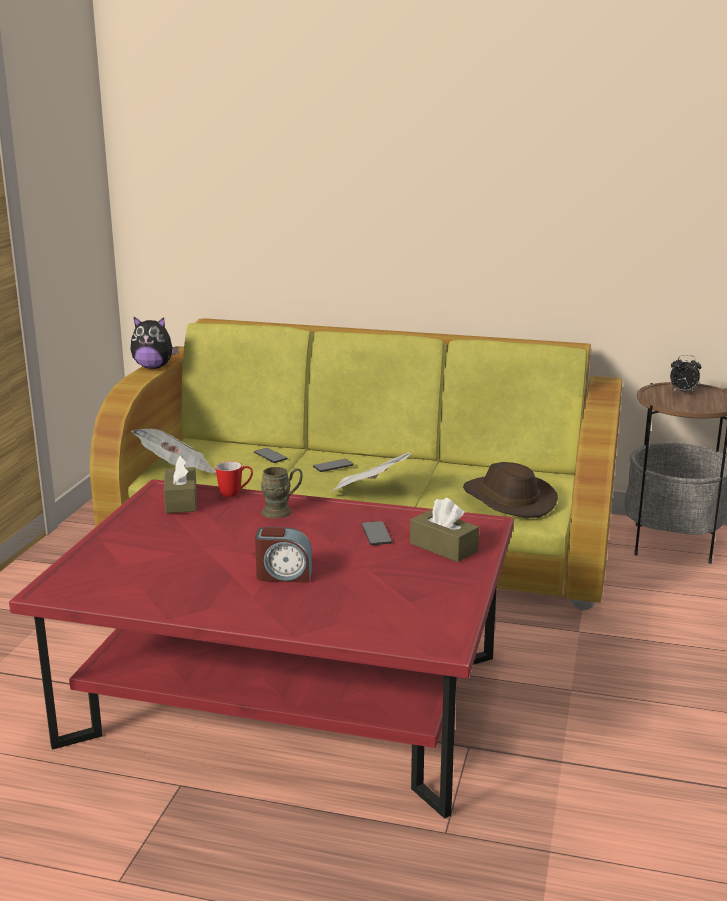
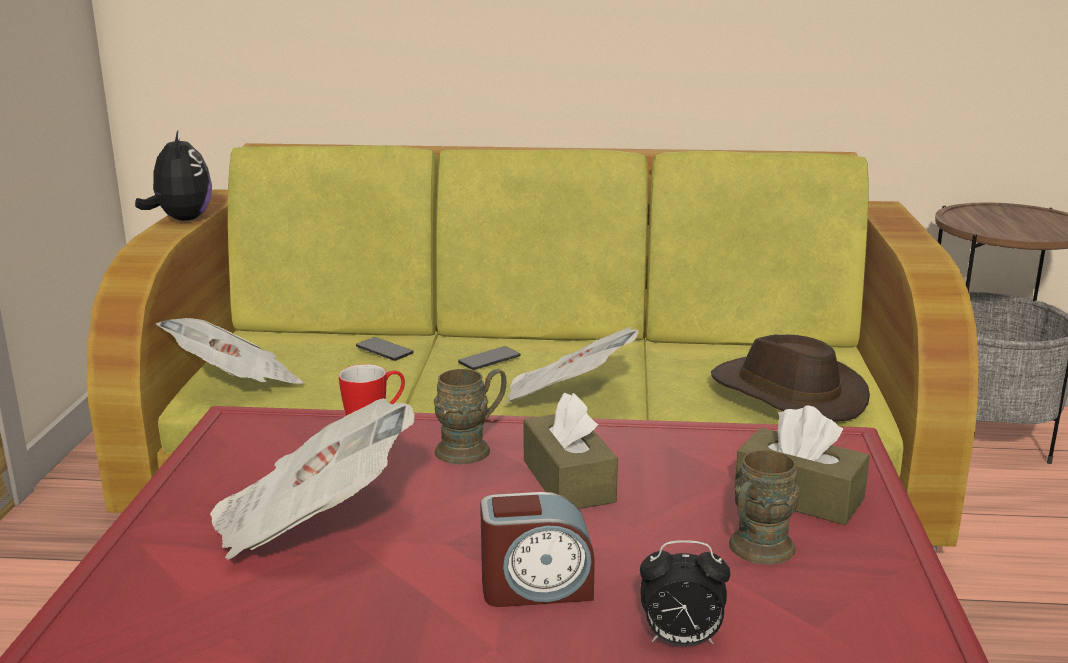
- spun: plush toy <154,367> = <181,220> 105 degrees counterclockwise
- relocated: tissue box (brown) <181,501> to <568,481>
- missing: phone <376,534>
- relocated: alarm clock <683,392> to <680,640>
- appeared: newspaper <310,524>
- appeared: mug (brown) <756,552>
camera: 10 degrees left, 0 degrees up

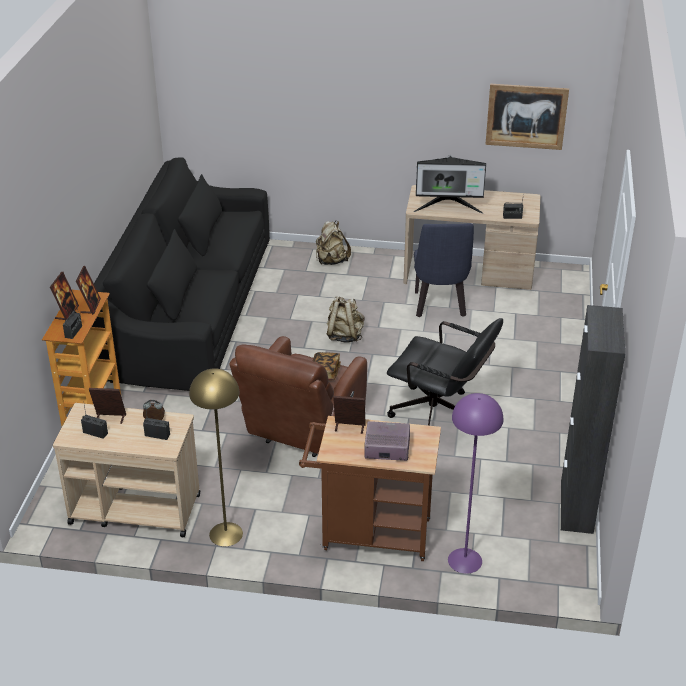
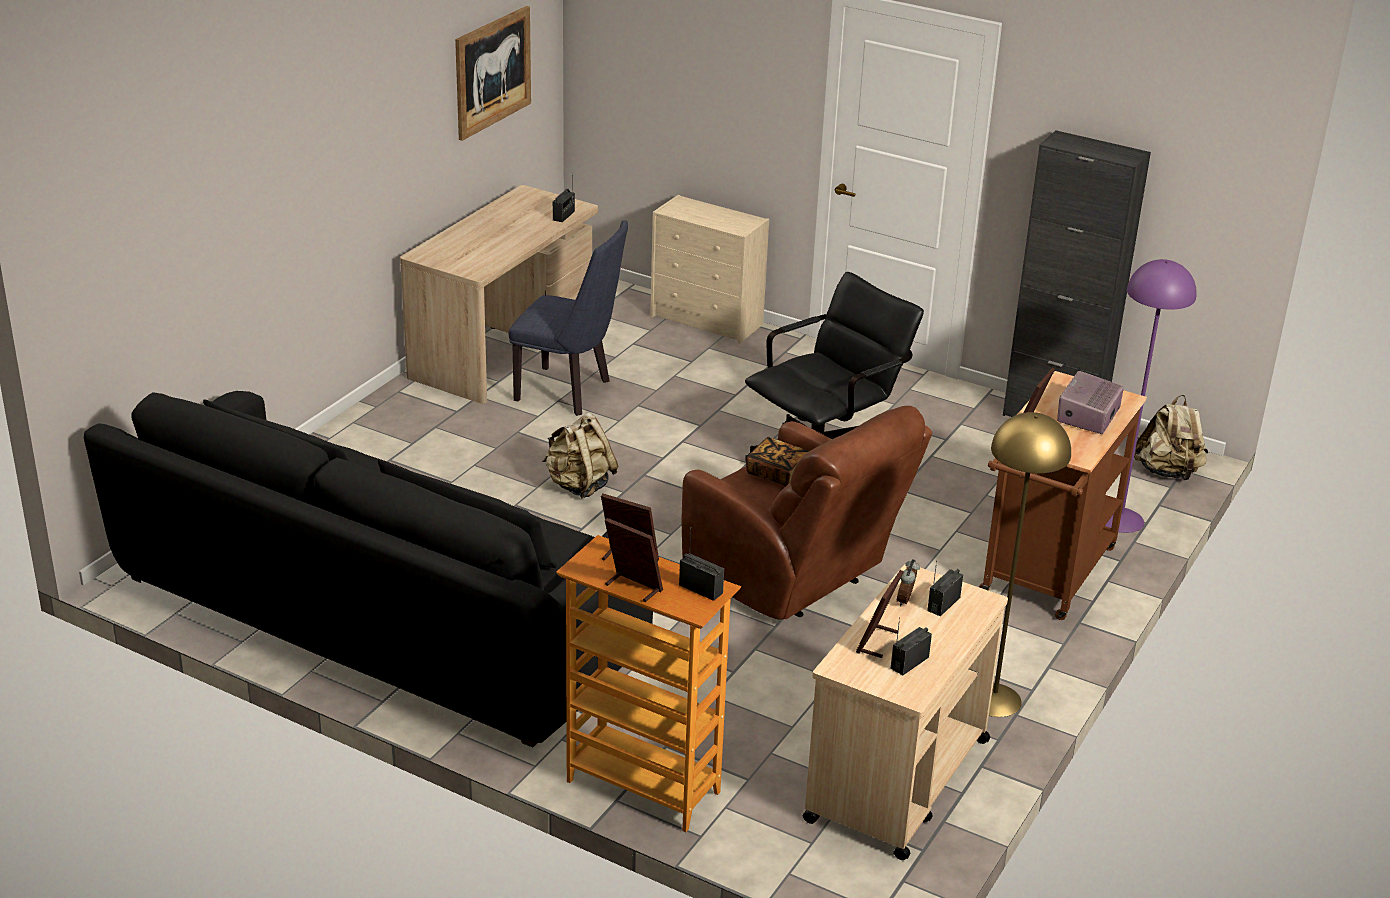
- relocated: backpack (beige) <331,261> to <1168,472>
- missing: monitor <448,207>
- appeared: dresser (beige) <708,321>
camera: 70 degrees left, 5 degrees down

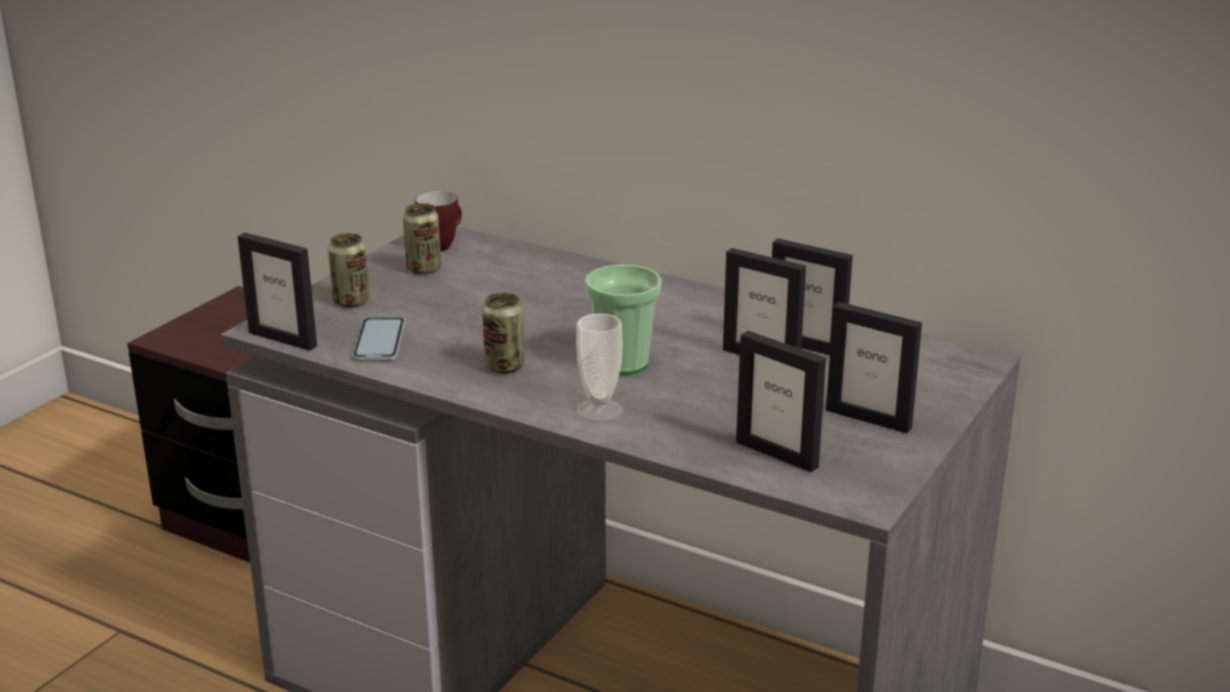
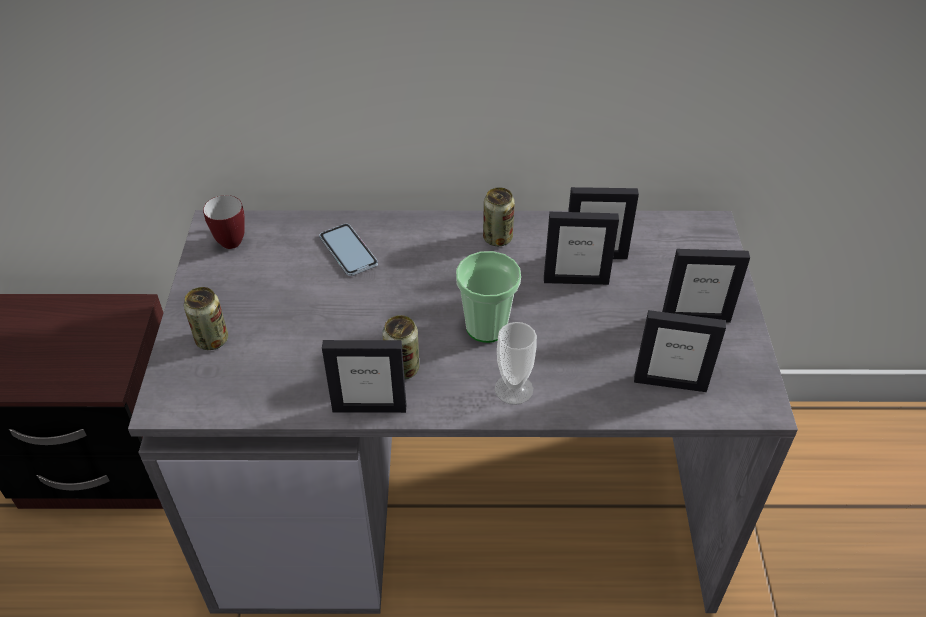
- relocated: picture frame <283,339> to <369,407>
- relocated: phone <379,341> to <348,250>
- relocated: can <423,269> to <497,238>
camera: 30 degrees left, 20 degrees up

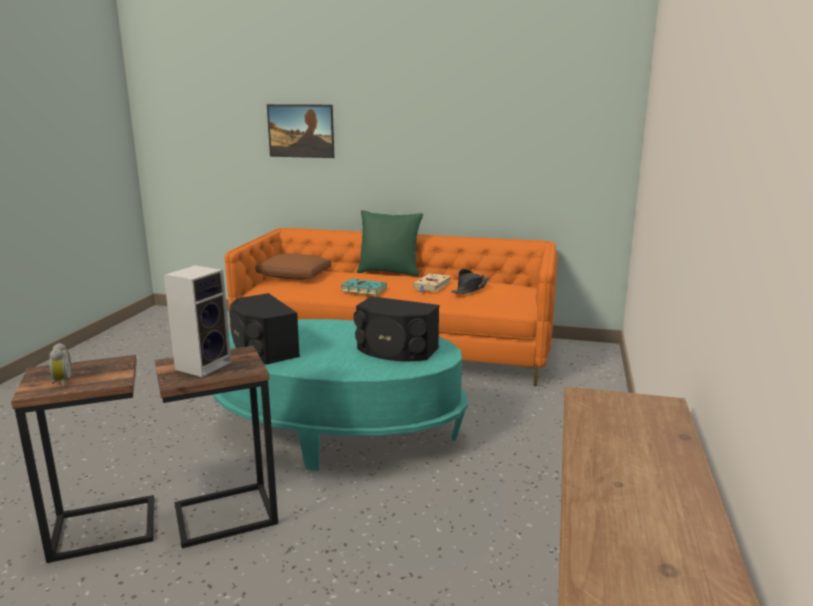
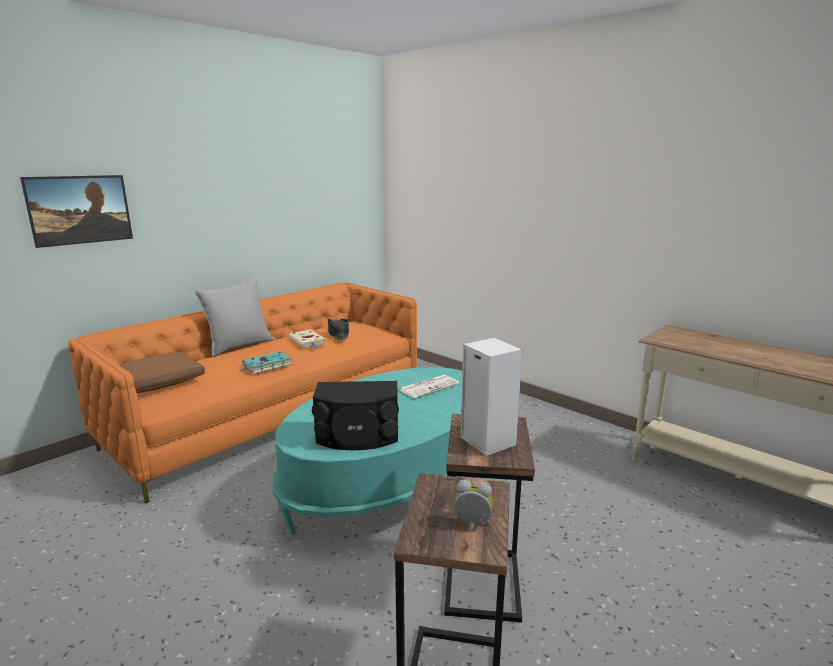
- exchanged: speaker (black) <395,350> to newspaper <429,387>
- colour: pillow (green) <389,272> to pillow (grey) <239,346>
camera: 60 degrees left, 0 degrees up

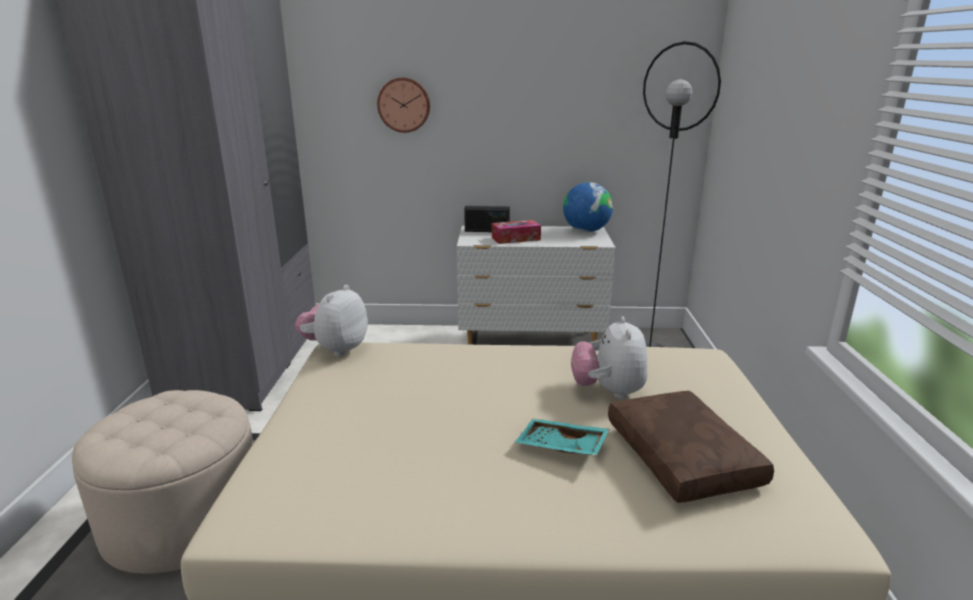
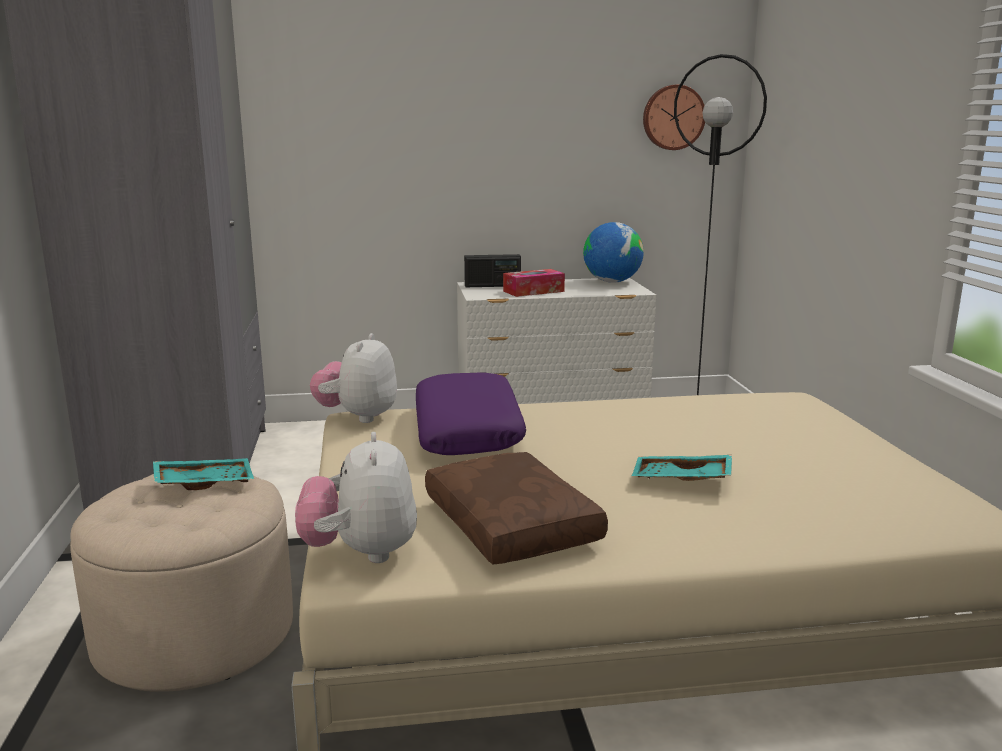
- relocated: wall clock <404,105> to <673,117>
- relocated: plush toy <608,391> to <361,553>
- relocated: pillow (brown) <684,457> to <514,525>
- appeared: tray (turquoise) <204,482>
- appeared: pillow (purple) <468,431>
camera: 10 degrees left, 5 degrees down

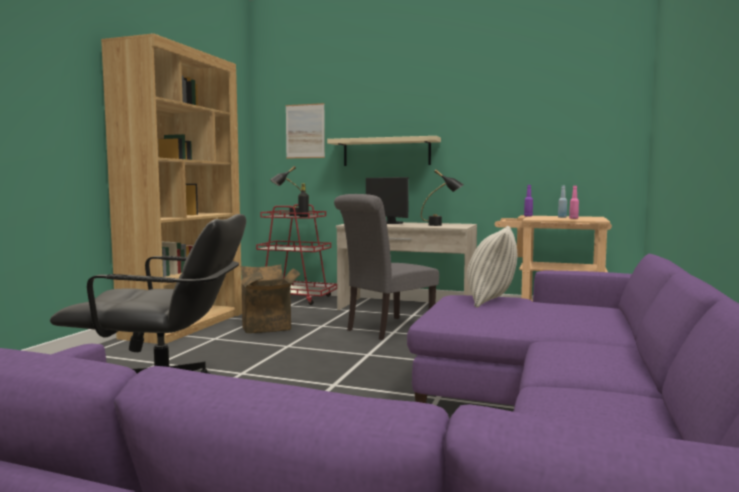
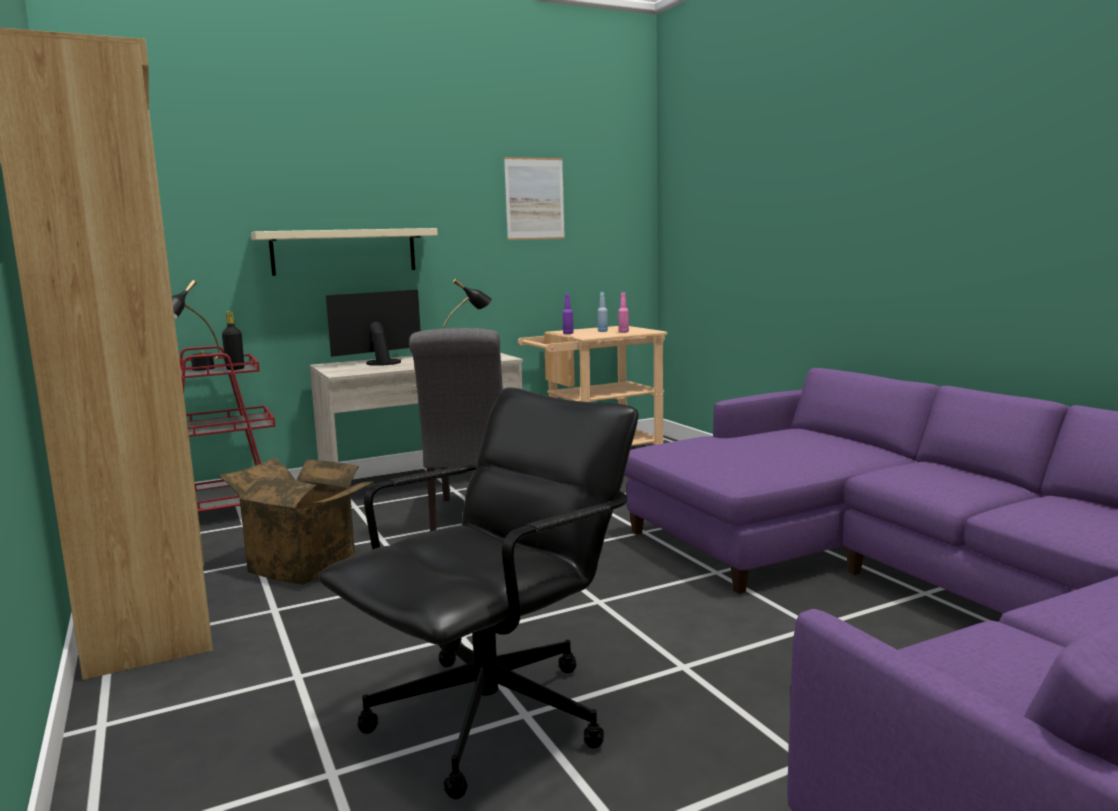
- relocated: picture <305,131> to <534,199>
- spun: monitor <390,223> = <381,362> 135 degrees clockwise
- missing: pillow <490,300>
camera: 45 degrees left, 5 degrees up

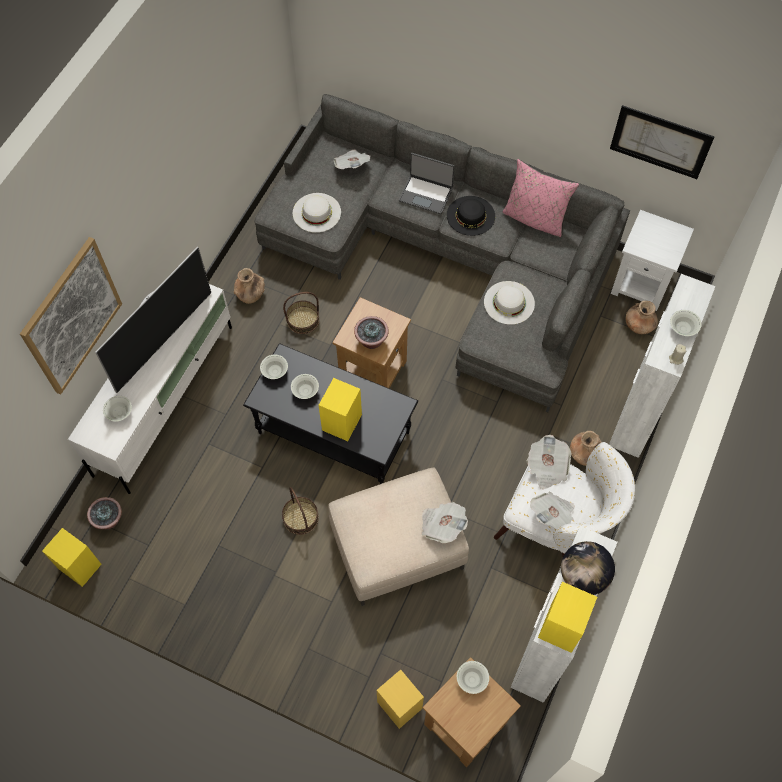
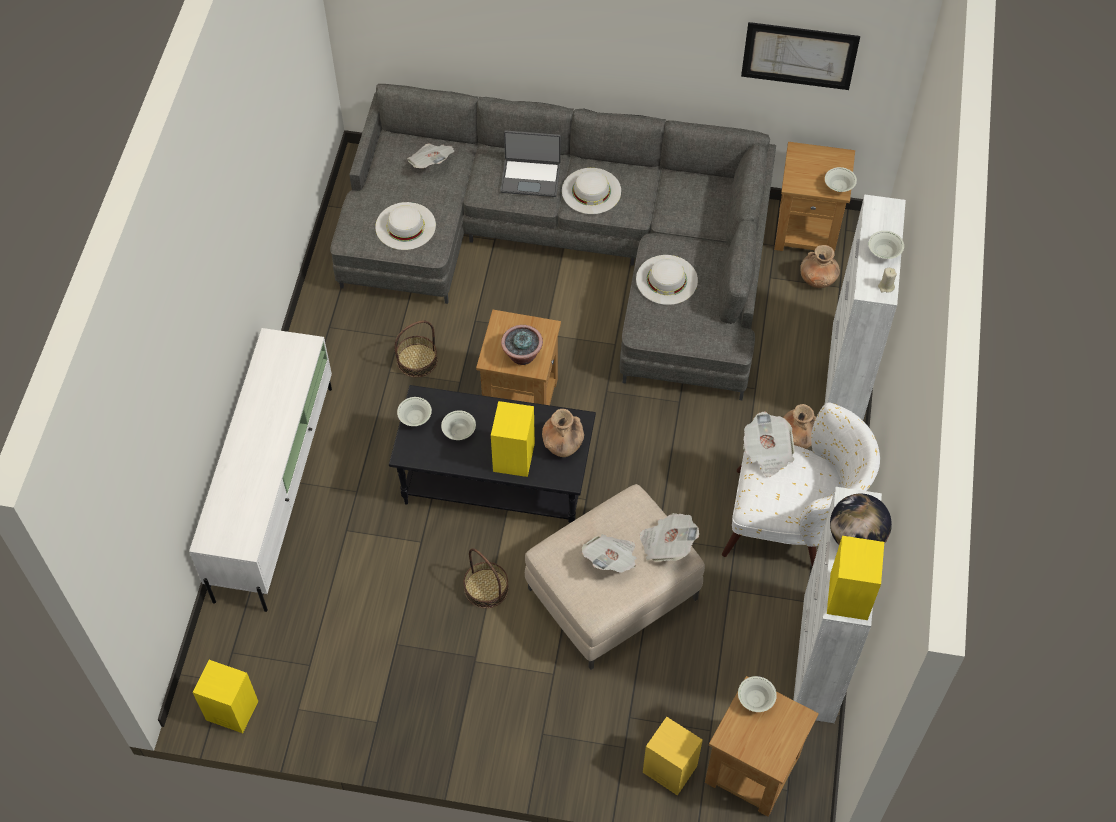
- missing: picture <72,316>
- missing: potted plant <109,519>
- missing: television <164,341>
- relocated: bowl (white) <120,413> to <839,187>
- relocated: vase (brown) <250,295> to <563,444>
- colour: hat (black) <471,215> to hat (white) <591,191>
- missing: pillow (pink) <535,218>
- relocated: newspaper <552,514> to <611,560>
- colour: side table (white) <642,284> to side table (brown) <807,231>
camera: 15 degrees left, 5 degrees down

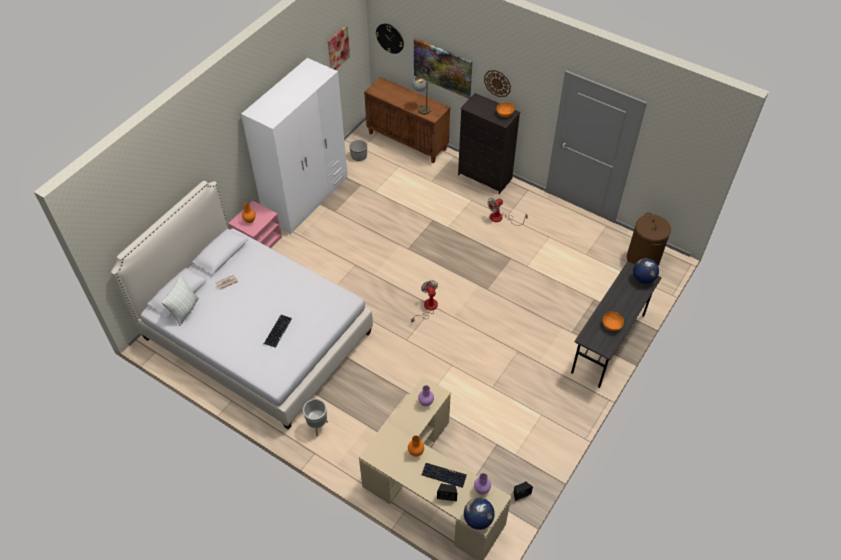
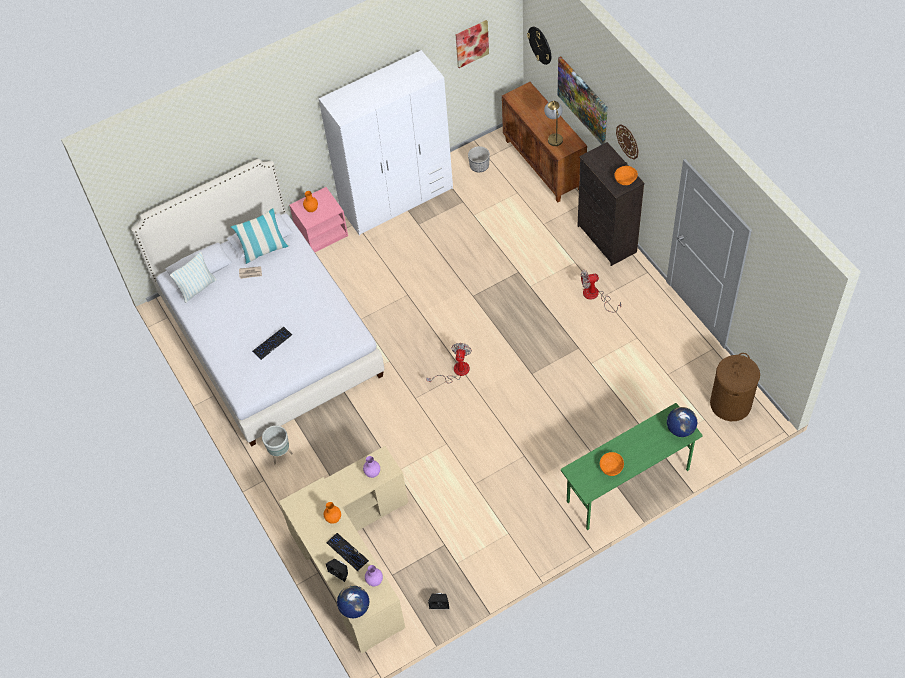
- colour: desk (grey) <608,344> to desk (green) <627,486>
- appeared: pillow <264,250>
camera: 30 degrees right, 5 degrees up

